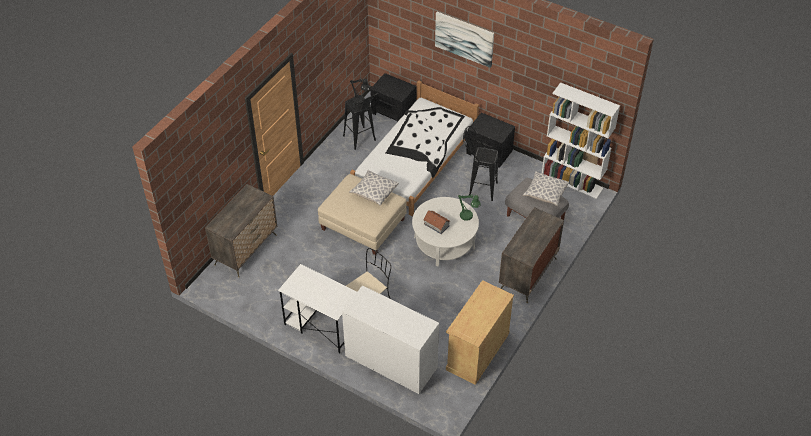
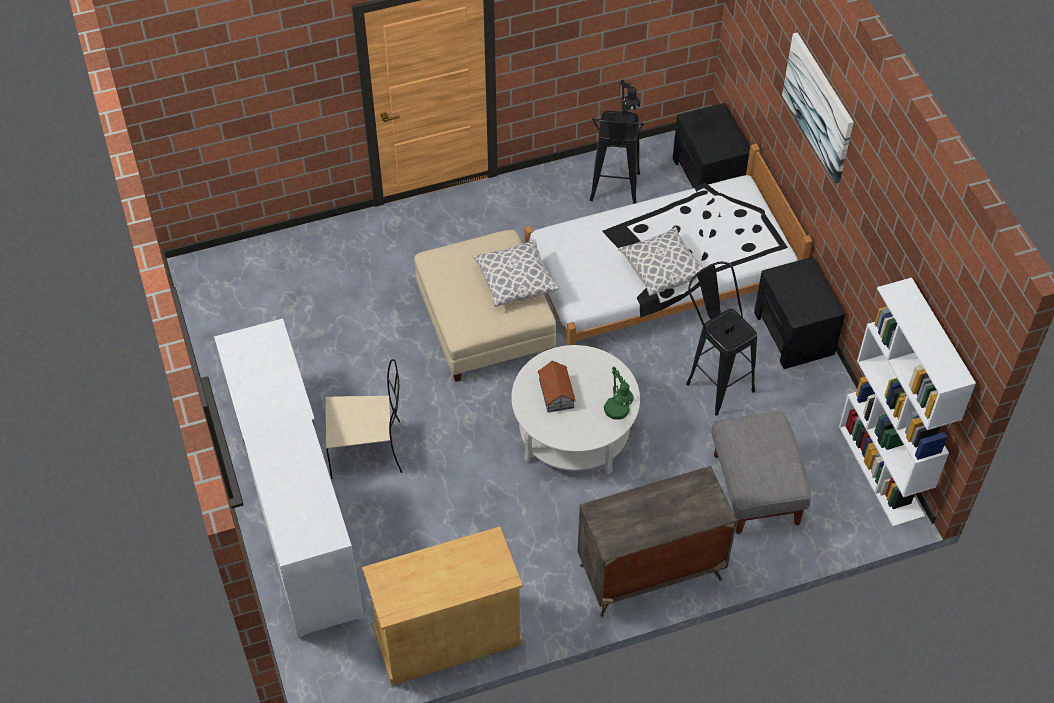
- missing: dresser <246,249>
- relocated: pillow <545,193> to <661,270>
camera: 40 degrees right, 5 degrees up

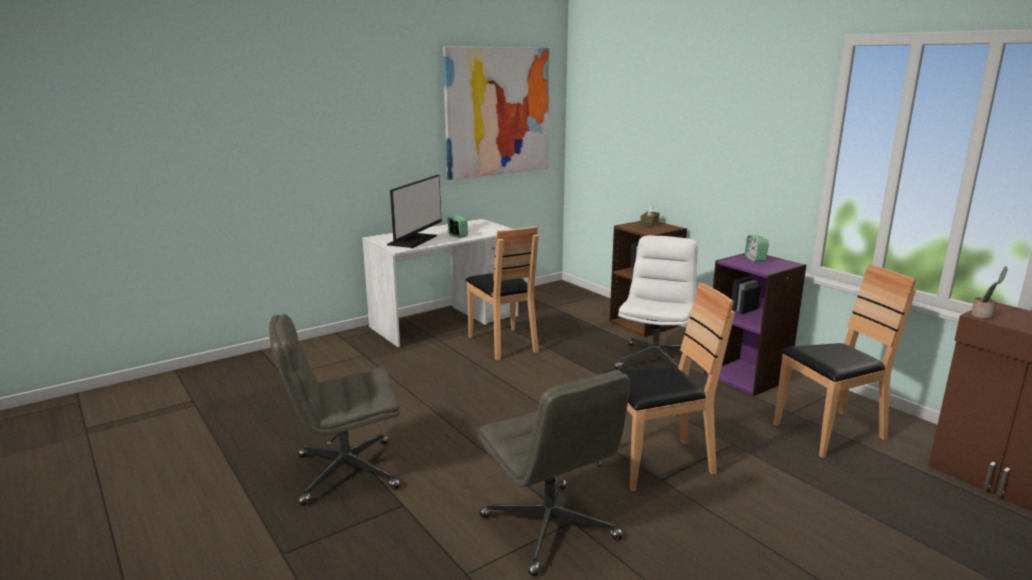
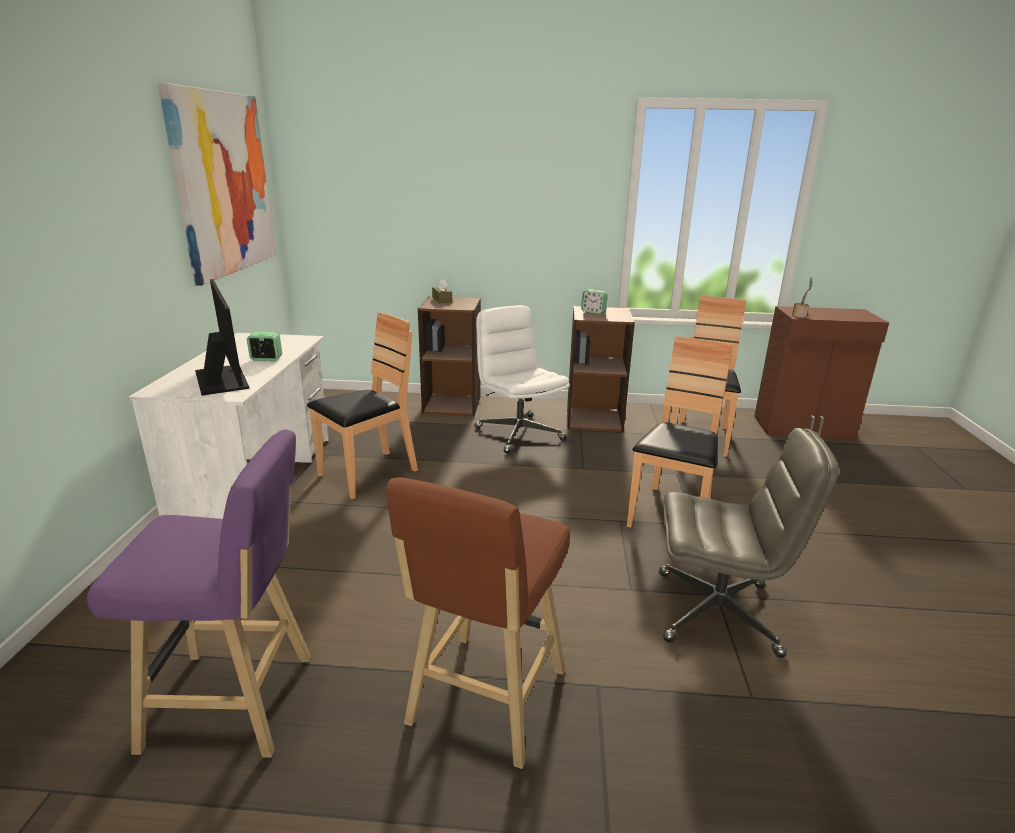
- exchanged: office chair (grey) <345,472> to stool (brown) <484,702>
- spun: chair (brown) <503,344> = <368,474> 60 degrees counterclockwise
- colour: bookcase (purple) <747,376> to bookcase (brown) <594,419>
- appeared: stool (purple) <238,703>
camera: 50 degrees left, 5 degrees up

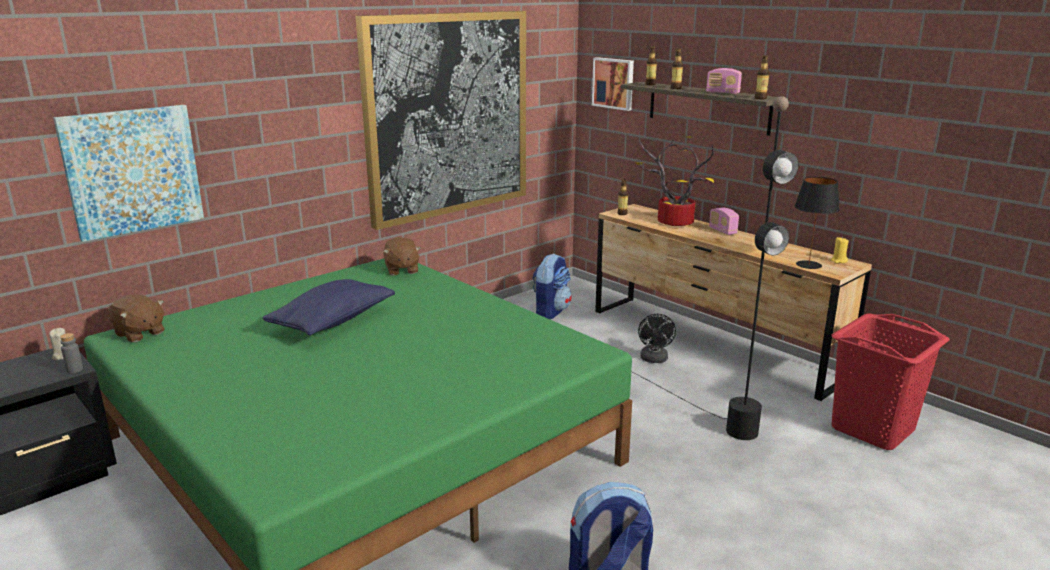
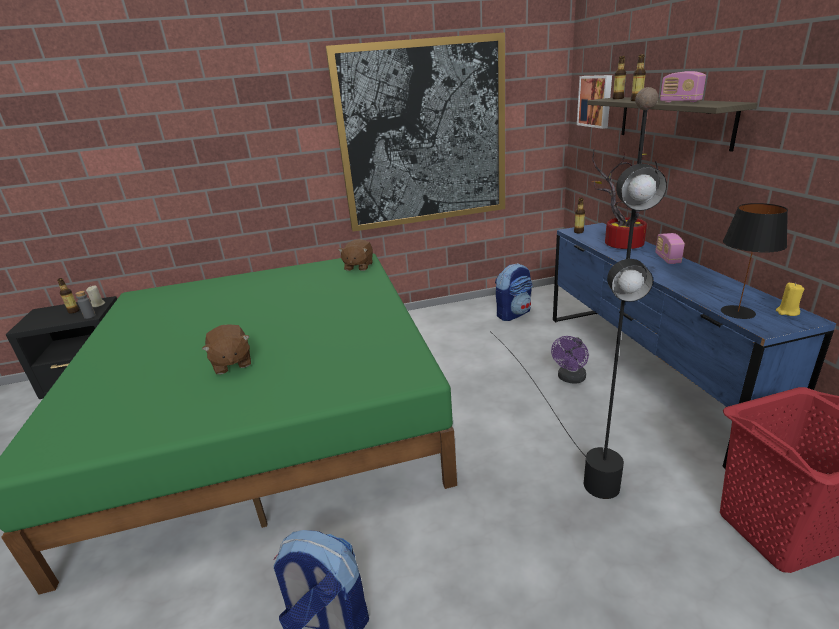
- missing: picture <132,171>
- relocated: plush toy (brown) <139,333> to <231,363>
- missing: pillow (blue) <333,321>
- colour: dresser (brown) <711,343> to dresser (blue) <644,372>
- colour: fan (black) <654,360> to fan (purple) <570,379>
- relocated: bottle <760,98> to <74,311>
camera: 30 degrees right, 5 degrees up

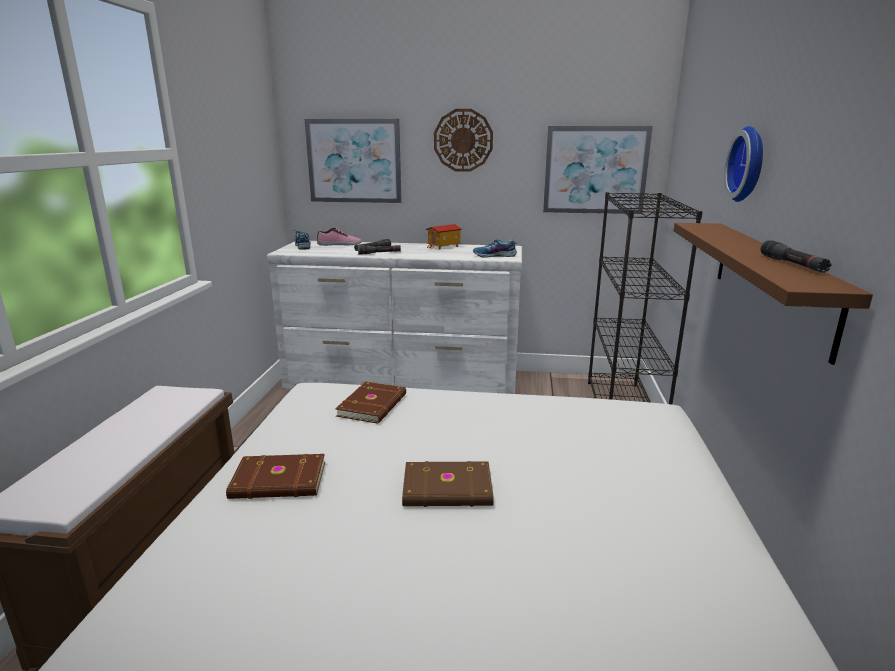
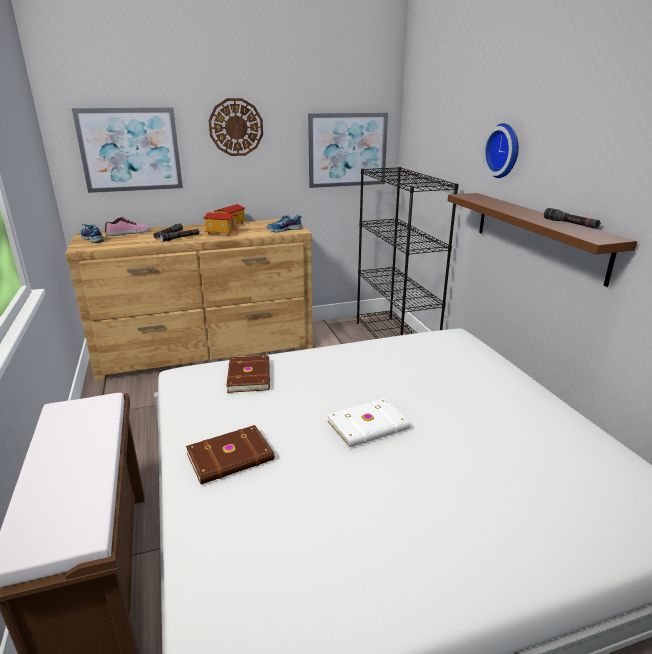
- colour: dresser (white) <403,380> to dresser (brown) <207,350>
- colour: book (brown) <448,489> to book (white) <369,426>
- appeared: toy house <222,233>
camera: 25 degrees left, 5 degrees up

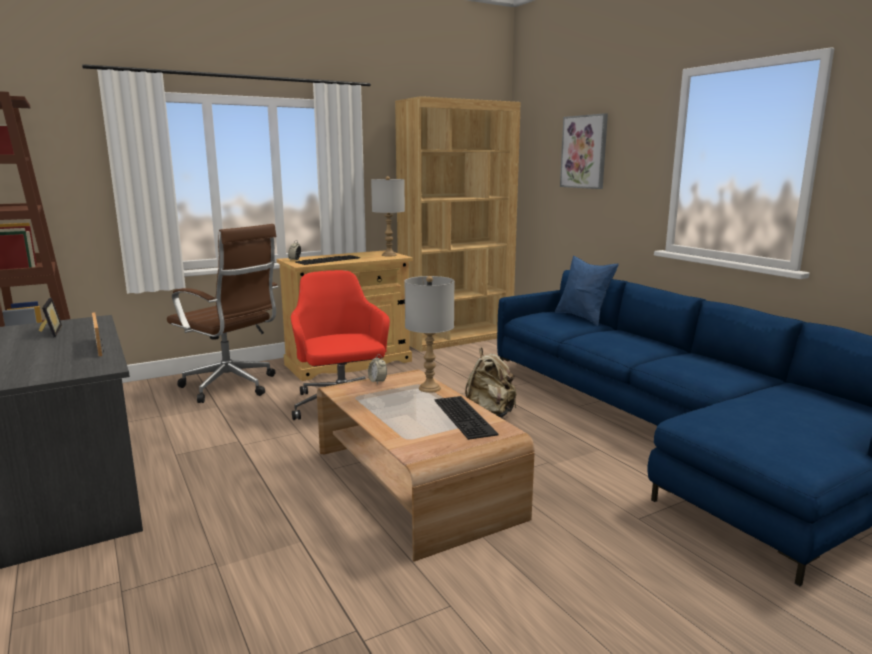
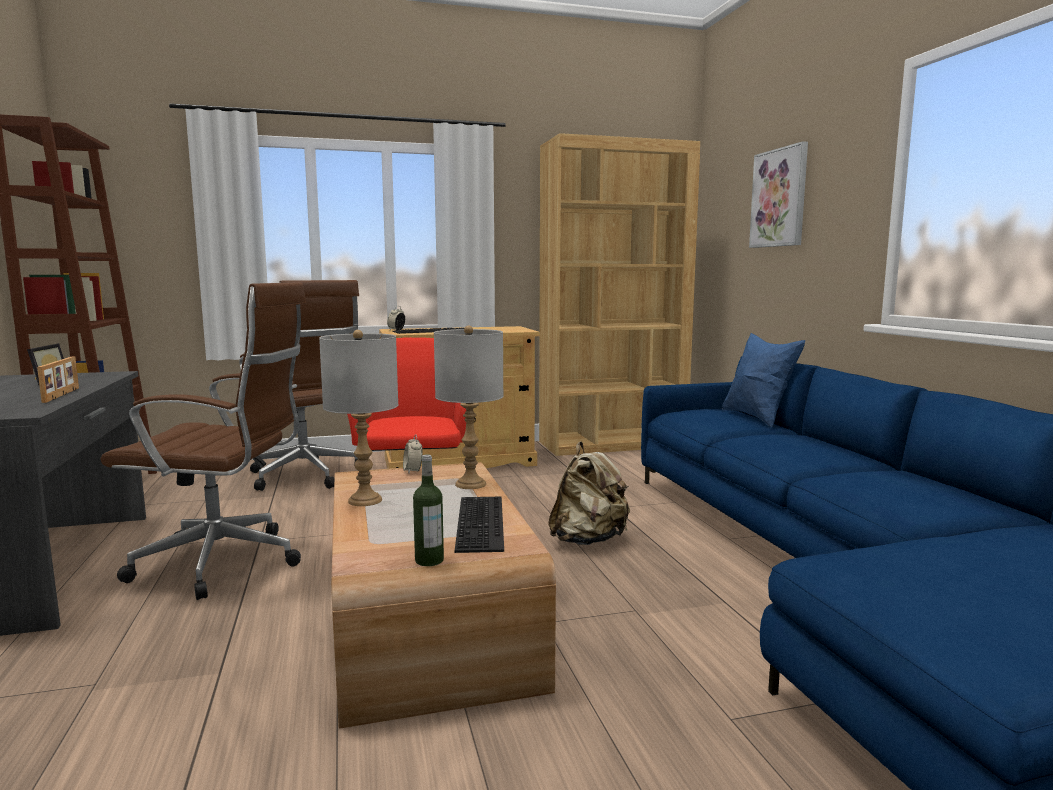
- relocated: table lamp (grey) <389,255> to <364,500>
- appeared: office chair (brown) <226,563>
- appeared: bottle <429,560>
camera: 15 degrees right, 5 degrees down

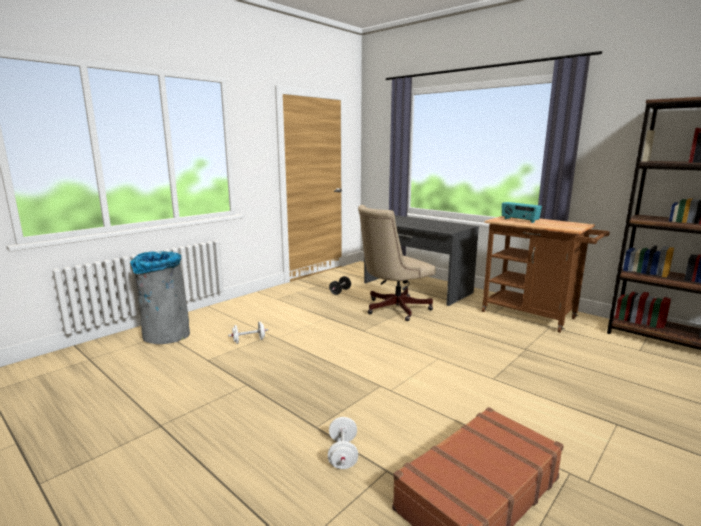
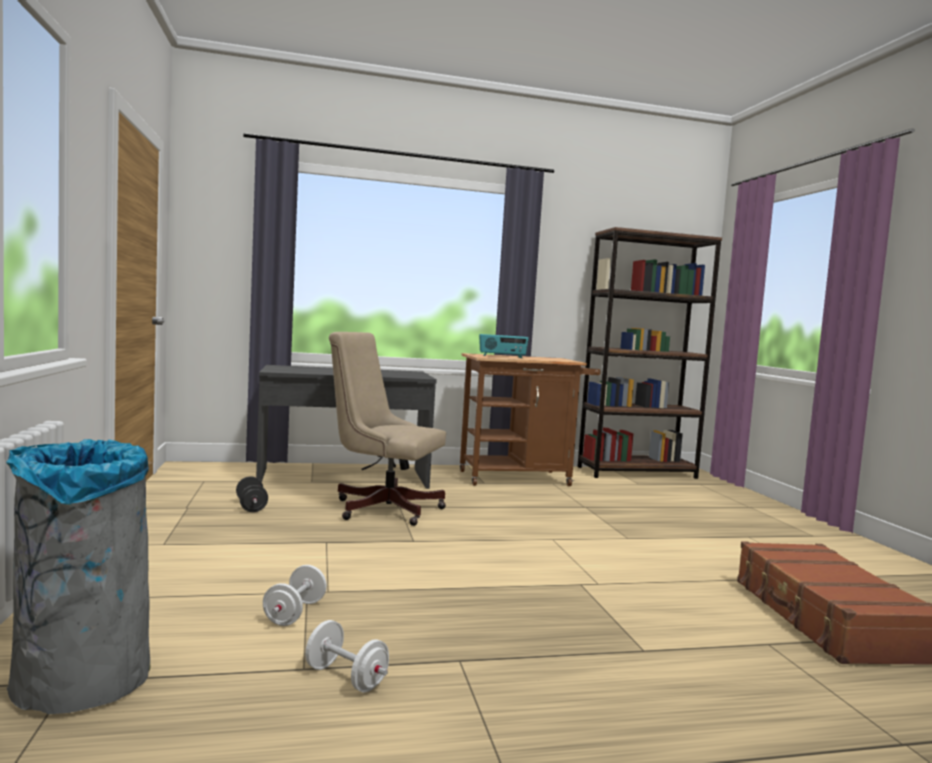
- relocated: dumbbell (white) <343,454> to <346,677>
- spun: office chair (beige) <393,309> = <381,508> 105 degrees clockwise
camera: 55 degrees left, 10 degrees down

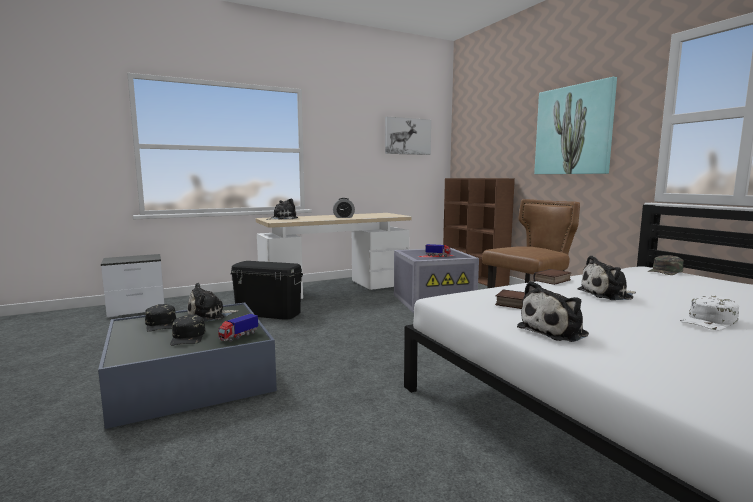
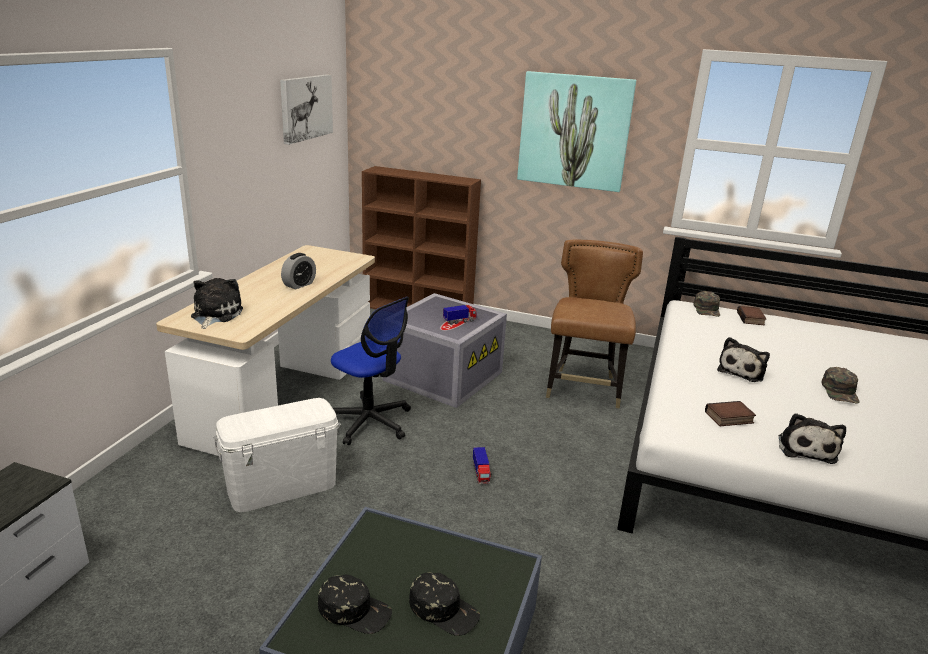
- missing: plush toy <209,316>
- relocated: toy truck <238,336> to <481,473>
- colour: storage box (black) <268,313> to storage box (white) <282,487>
- relocated: book <552,280> to <751,319>
- colour: cap (white) <709,321> to cap (green) <840,391>
- appeared: office chair <370,422>
camera: 45 degrees left, 15 degrees up

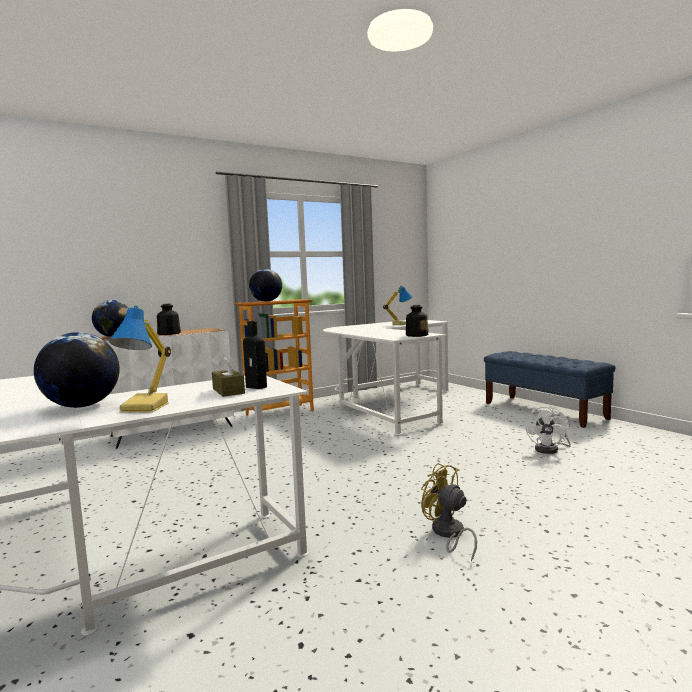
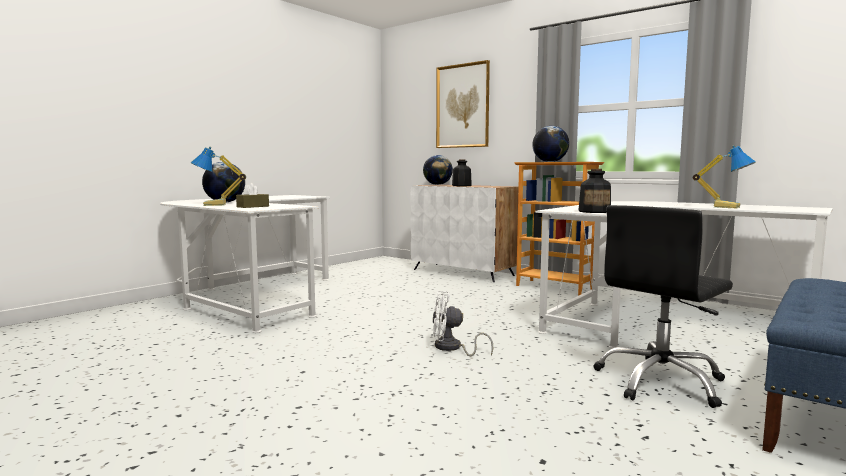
- missing: bottle (black) <257,387>
- missing: fan (yellow) <448,534>
- relocated: fan (white) <550,449> to <452,348>
- appeared: picture <462,106>
- appeared: office chair (black) <660,382>
camera: 70 degrees right, 0 degrees up

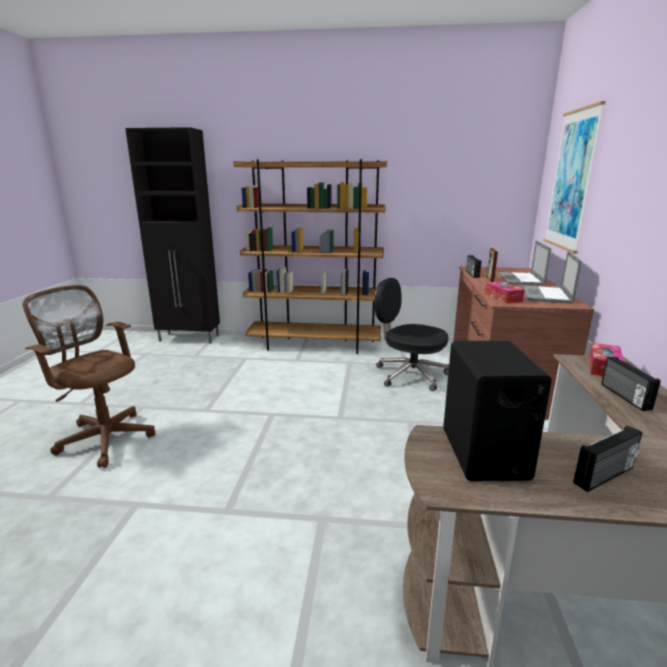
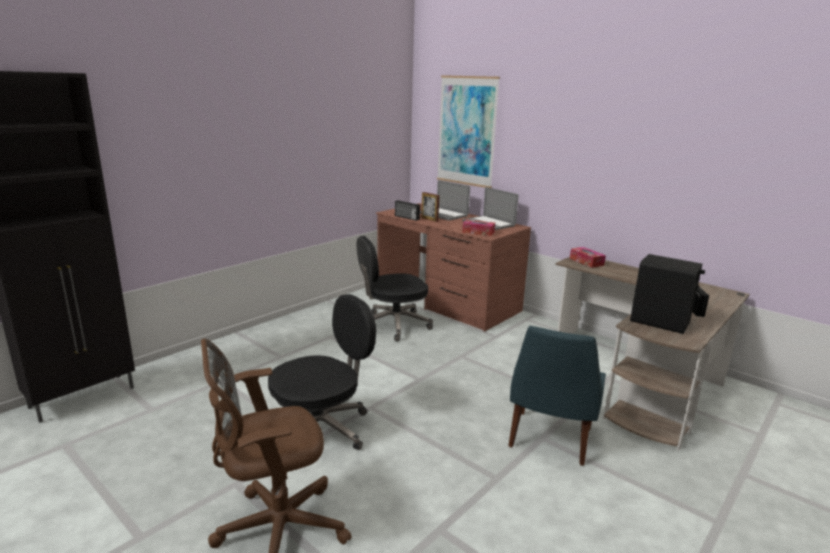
- missing: bookcase (brown) <315,345>
- missing: radio <624,396>
- appeared: office chair (black) <321,429>
- appeared: chair (blue) <549,439>
camera: 55 degrees left, 0 degrees up

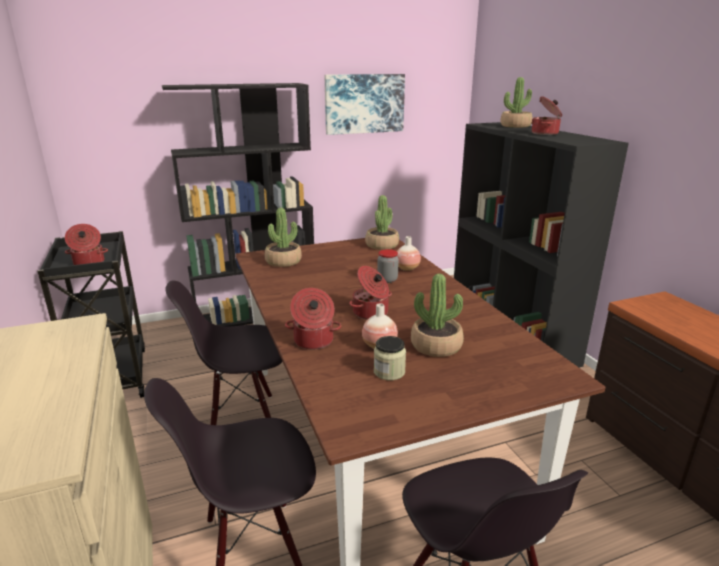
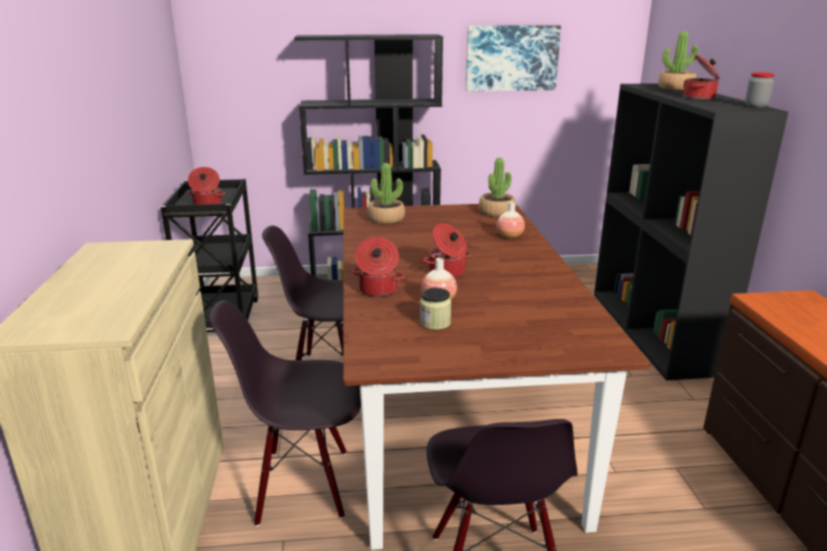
- relocated: jar <387,280> to <756,106>
- missing: potted plant <436,345>
camera: 15 degrees right, 0 degrees up

